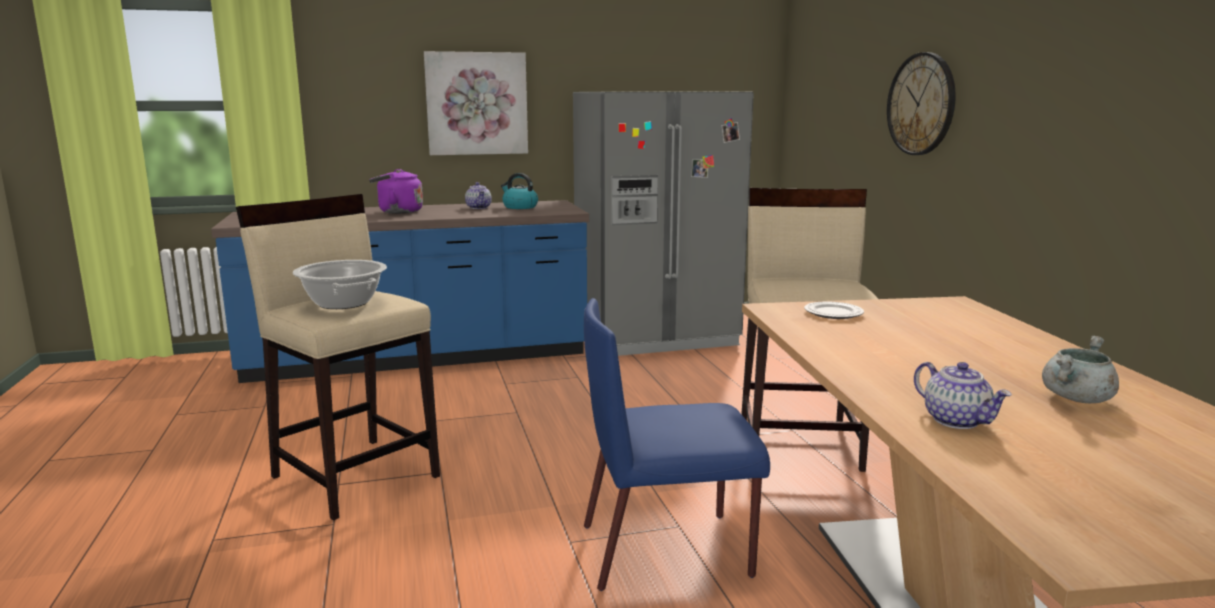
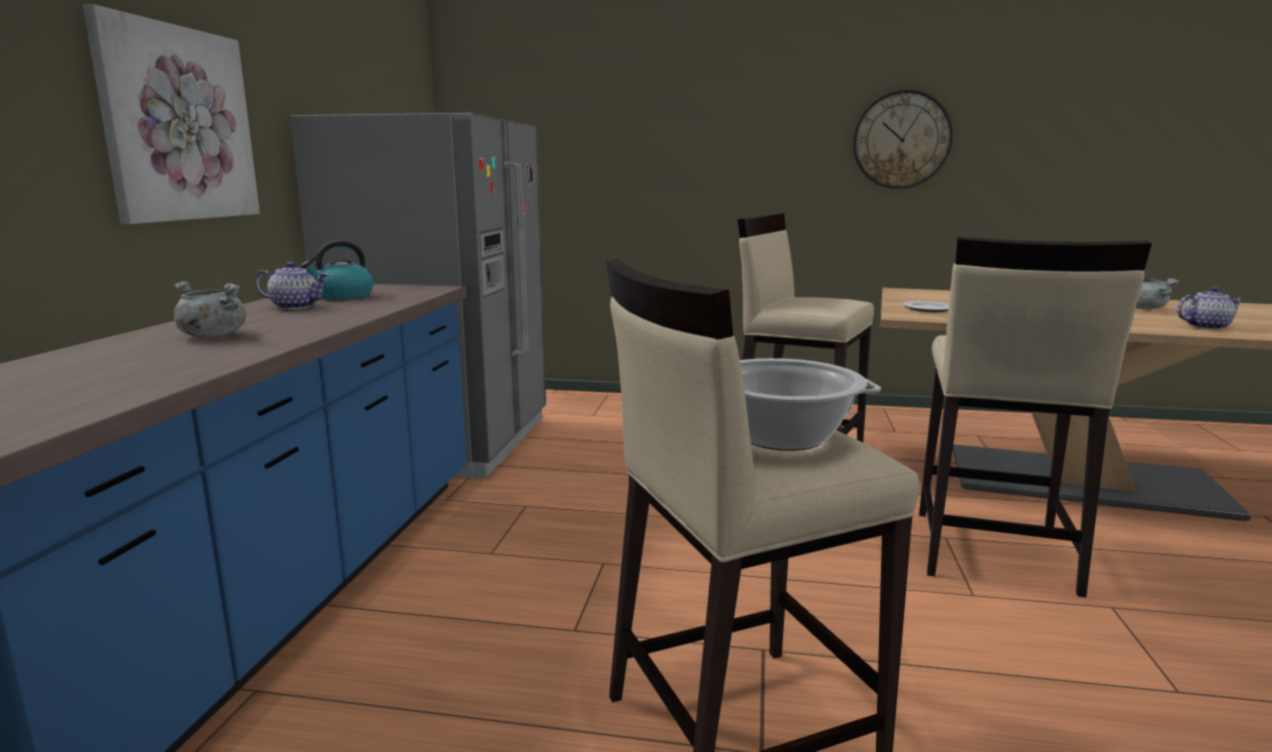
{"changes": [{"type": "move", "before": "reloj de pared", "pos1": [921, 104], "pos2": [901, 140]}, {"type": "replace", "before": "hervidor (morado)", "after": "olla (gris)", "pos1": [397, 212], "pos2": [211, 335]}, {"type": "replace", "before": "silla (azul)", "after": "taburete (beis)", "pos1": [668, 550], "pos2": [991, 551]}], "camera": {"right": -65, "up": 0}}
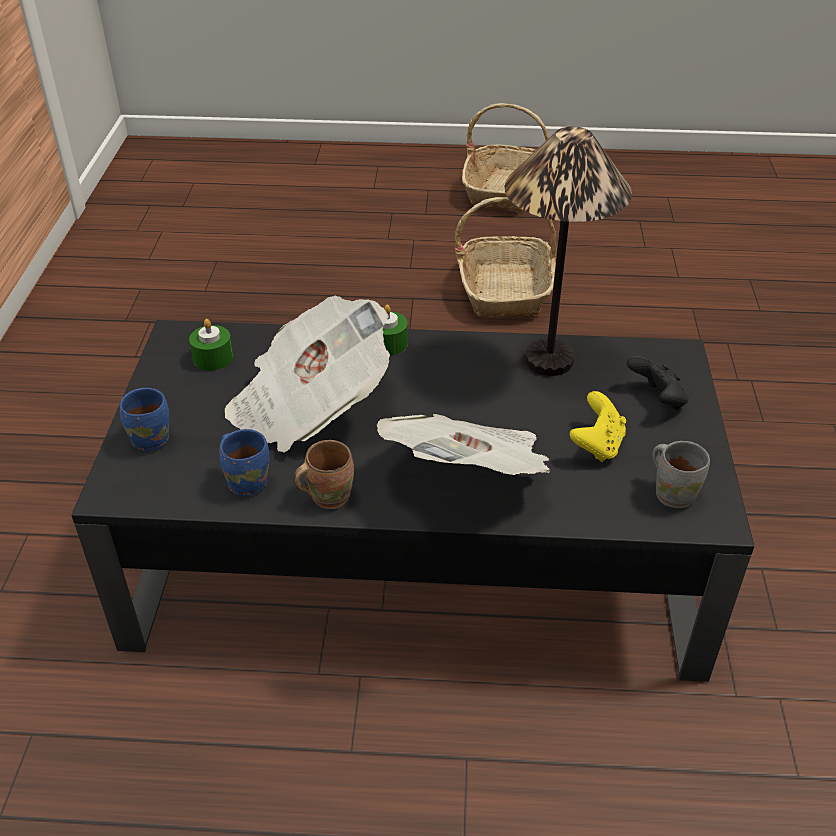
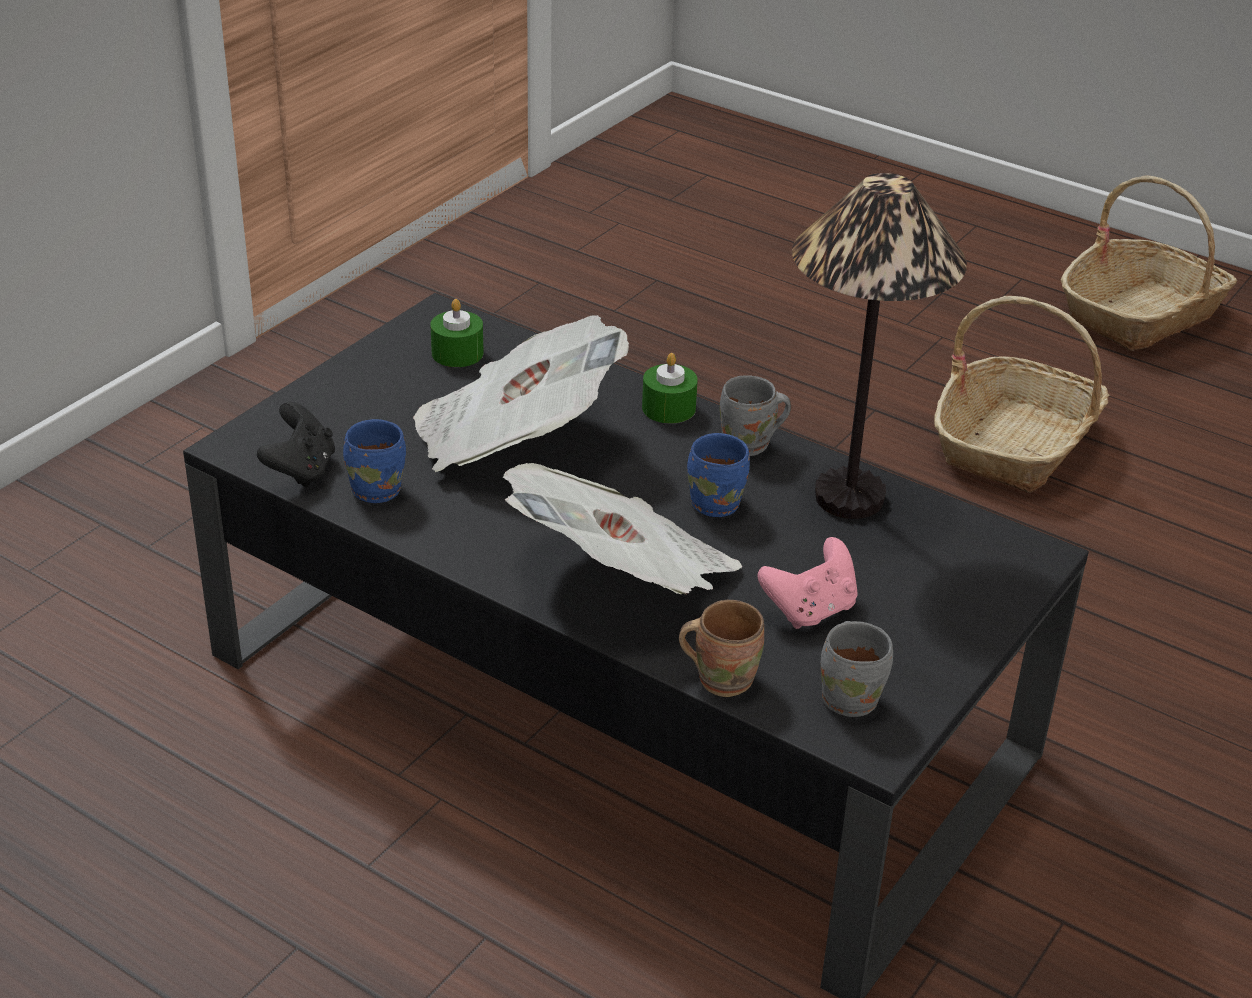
{"changes": [{"type": "insert", "after": "taza grande (gris)", "pos2": [749, 446]}, {"type": "move", "before": "taza grande (azul)", "pos1": [152, 438], "pos2": [718, 503]}, {"type": "move", "before": "taza grande (marrón)", "pos1": [327, 495], "pos2": [722, 677]}, {"type": "move", "before": "mando de consola (negro)", "pos1": [657, 400], "pos2": [301, 470]}, {"type": "recolor", "before": "mando de consola (amarillo)", "after": "mando de consola (rosa)", "pos1": [597, 445], "pos2": [810, 610]}], "camera": {"right": 30, "up": -5}}
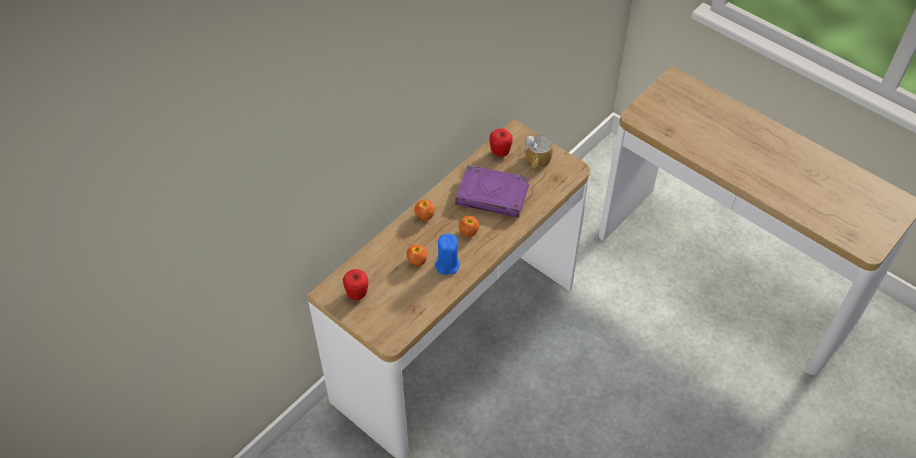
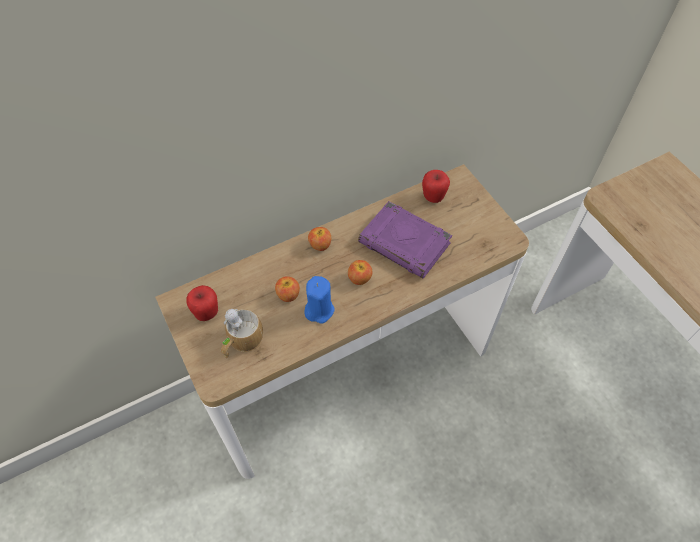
{"changes": [{"type": "move", "before": "taza grande", "pos1": [536, 162], "pos2": [241, 341]}], "camera": {"right": 20, "up": 5}}
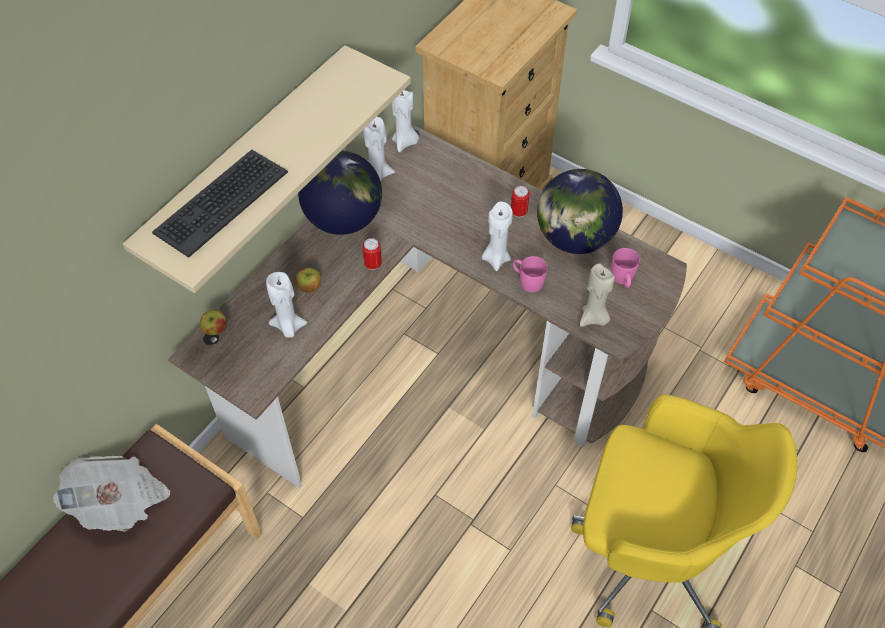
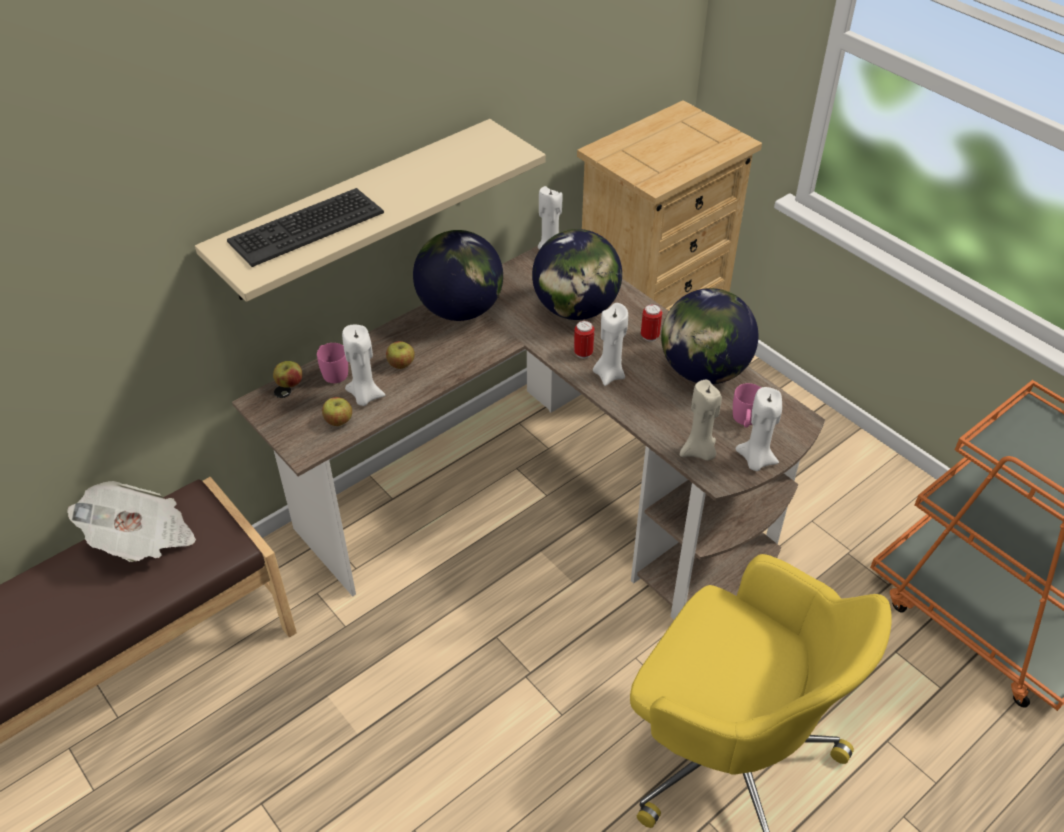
{"changes": [{"type": "insert", "after": "manzana", "pos2": [338, 421]}, {"type": "insert", "after": "globo terráqueo", "pos2": [575, 309]}, {"type": "move", "before": "lata", "pos1": [373, 264], "pos2": [583, 353]}, {"type": "move", "before": "vela (blanco)", "pos1": [377, 173], "pos2": [755, 460]}, {"type": "move", "before": "taza grande (rosa)", "pos1": [527, 281], "pos2": [332, 372]}], "camera": {"right": 15, "up": -10}}
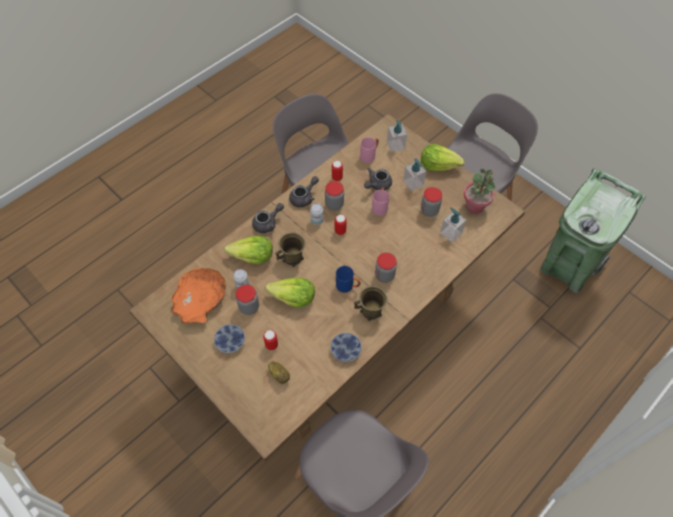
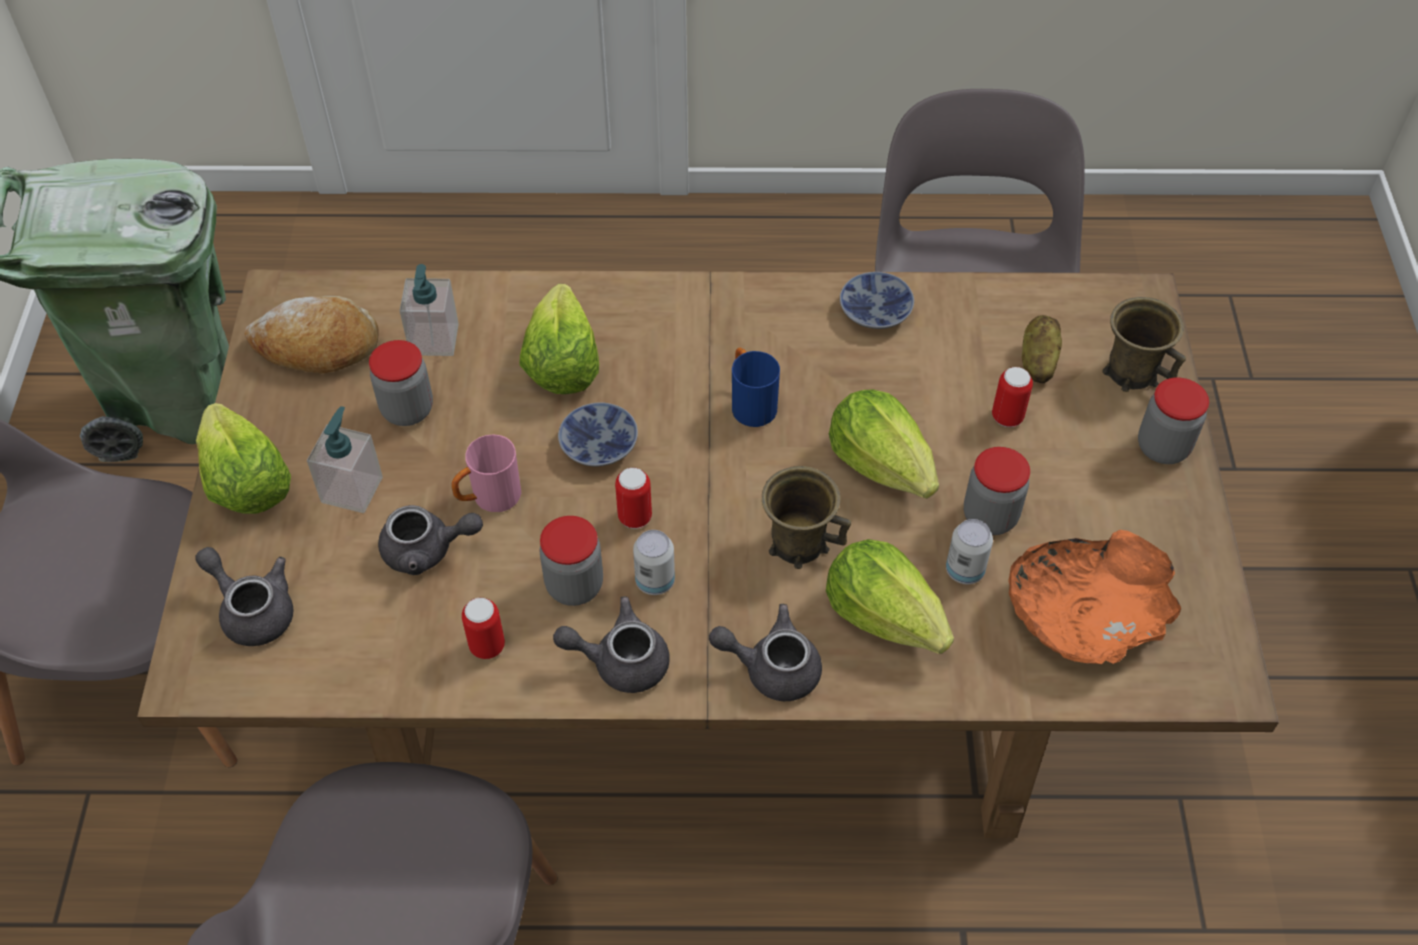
{"changes": [{"type": "delete", "before": "taza grande (rosa)", "pos1": [369, 155]}, {"type": "insert", "after": "lechuga", "pos2": [561, 363]}, {"type": "move", "before": "cuenco", "pos1": [230, 342], "pos2": [601, 443]}, {"type": "move", "before": "taza grande (marrón)", "pos1": [371, 311], "pos2": [1132, 371]}, {"type": "move", "before": "tarro", "pos1": [384, 275], "pos2": [1162, 447]}, {"type": "replace", "before": "dispensador de jabón", "after": "tetera (gris)", "pos1": [395, 145], "pos2": [252, 609]}, {"type": "replace", "before": "planta en maceta", "after": "pan", "pos1": [475, 206], "pos2": [317, 346]}], "camera": {"right": -135, "up": -5}}
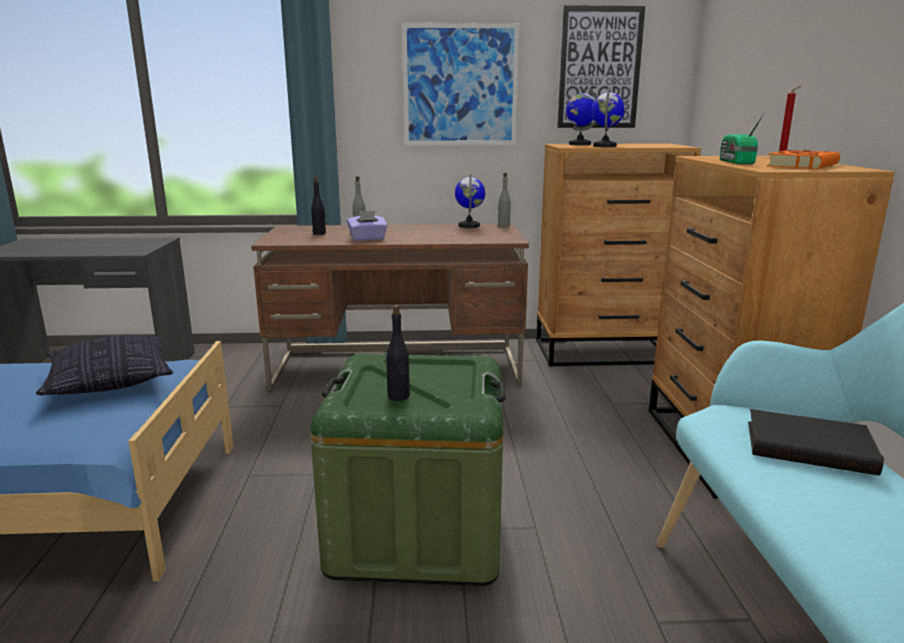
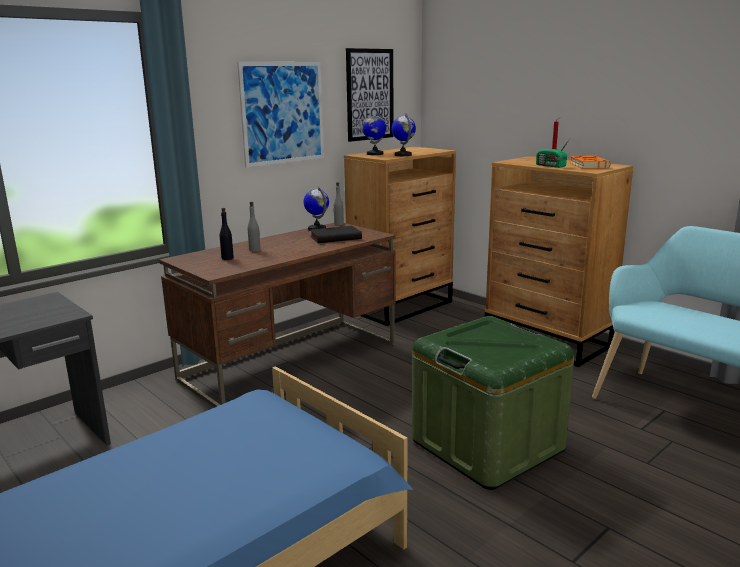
{"changes": [{"type": "delete", "before": "cojín", "pos1": [111, 382]}, {"type": "delete", "before": "caja de pañuelos (morado)", "pos1": [368, 239]}, {"type": "delete", "before": "botella (negro)", "pos1": [398, 396]}, {"type": "move", "before": "libro (negro)", "pos1": [809, 446], "pos2": [335, 237]}], "camera": {"right": -40, "up": 0}}
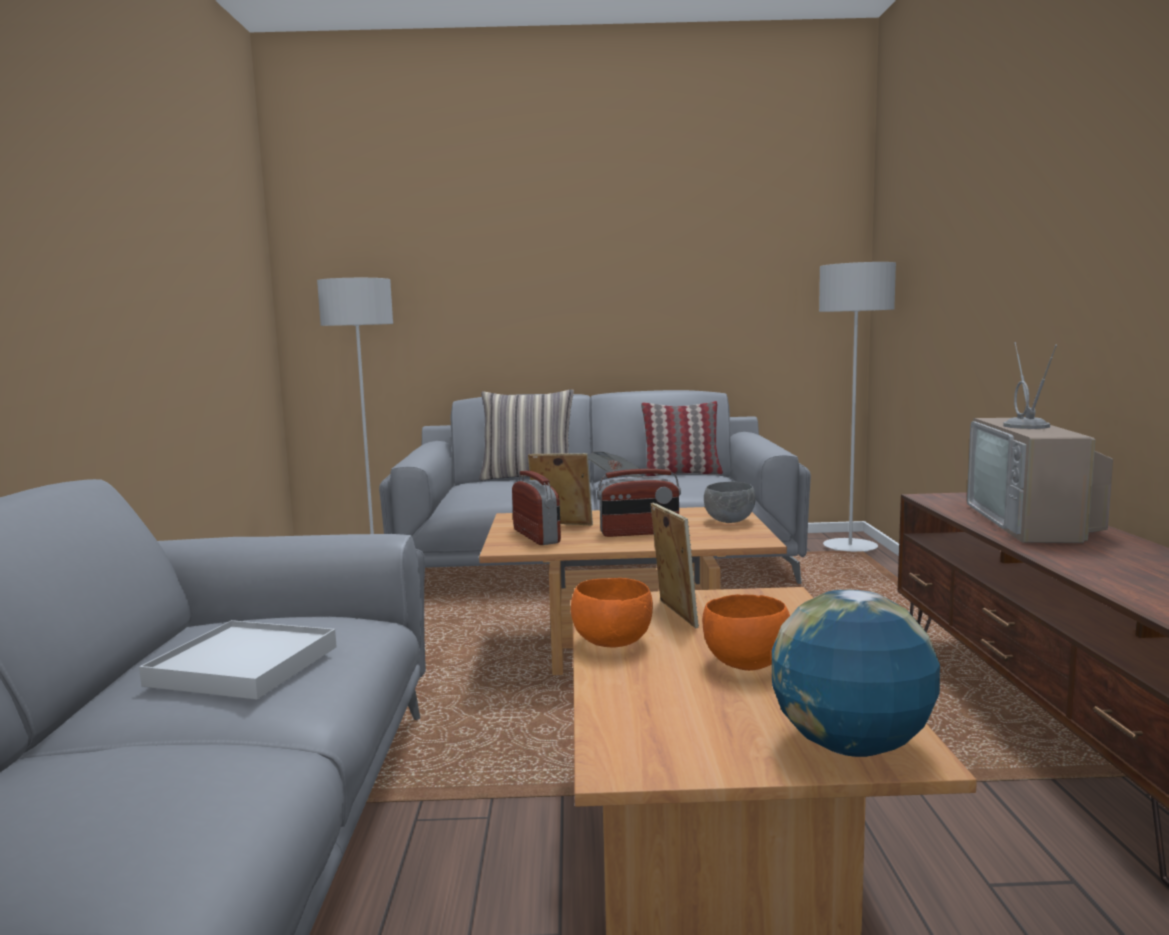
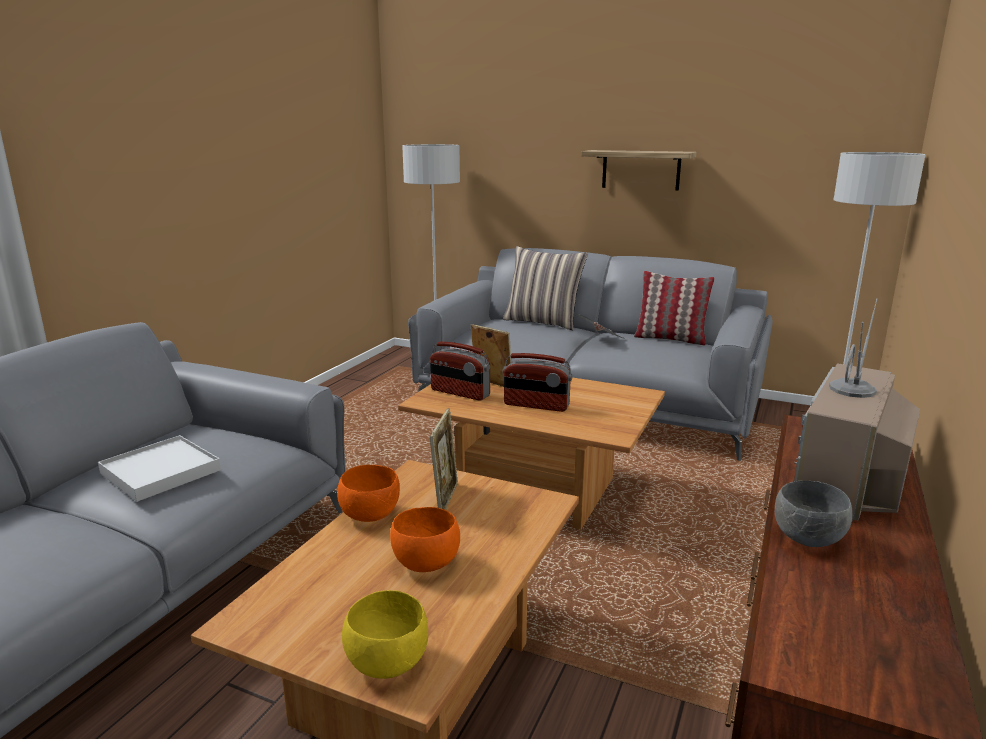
{"changes": [{"type": "insert", "after": "estante", "pos2": [641, 170]}, {"type": "move", "before": "cuenco (gris)", "pos1": [730, 521], "pos2": [809, 540]}, {"type": "replace", "before": "globo terráqueo", "after": "cuenco (amarillo)", "pos1": [850, 746], "pos2": [387, 662]}, {"type": "rotate", "before": "radio", "pos1": [537, 536], "pos2": [459, 393], "turn": 120}], "camera": {"right": 25, "up": 10}}
